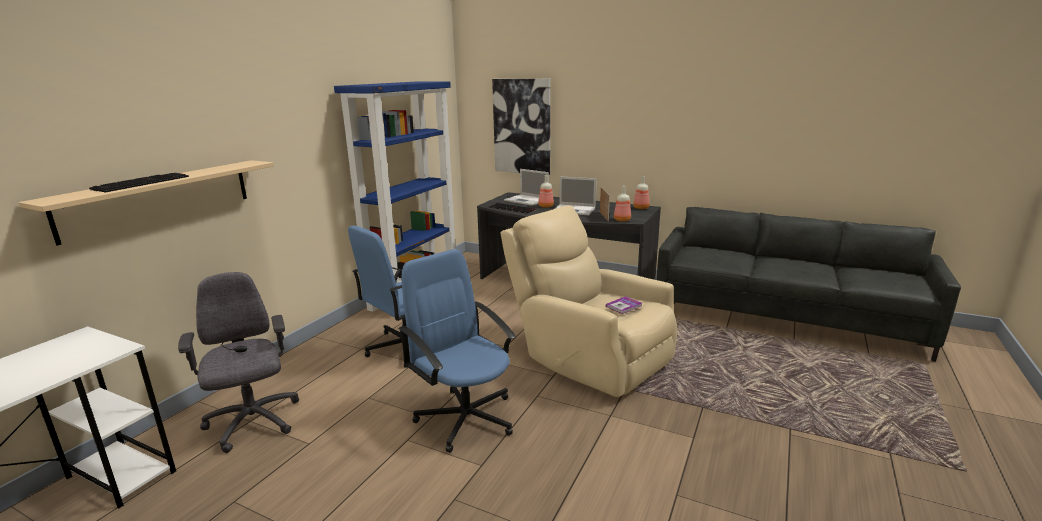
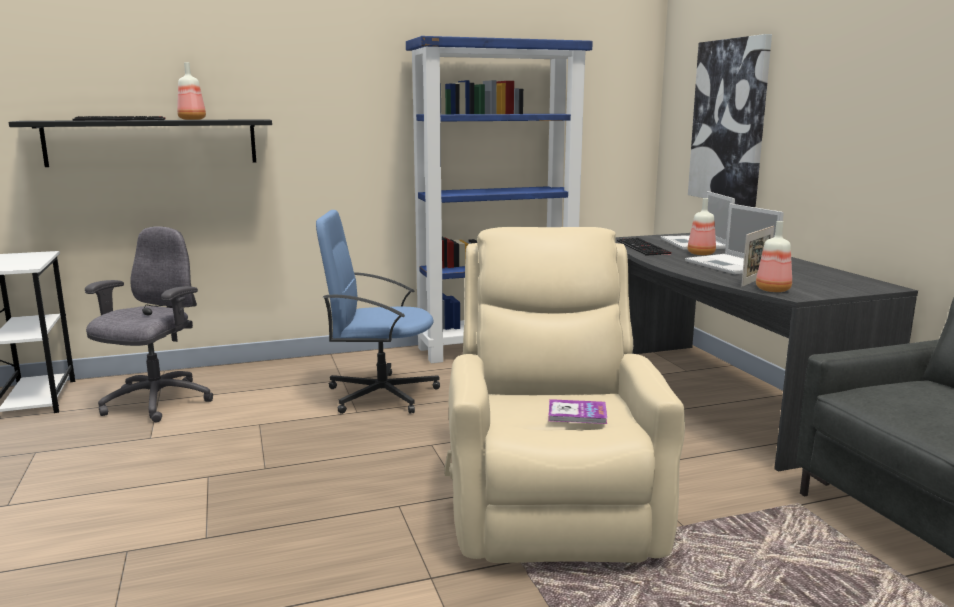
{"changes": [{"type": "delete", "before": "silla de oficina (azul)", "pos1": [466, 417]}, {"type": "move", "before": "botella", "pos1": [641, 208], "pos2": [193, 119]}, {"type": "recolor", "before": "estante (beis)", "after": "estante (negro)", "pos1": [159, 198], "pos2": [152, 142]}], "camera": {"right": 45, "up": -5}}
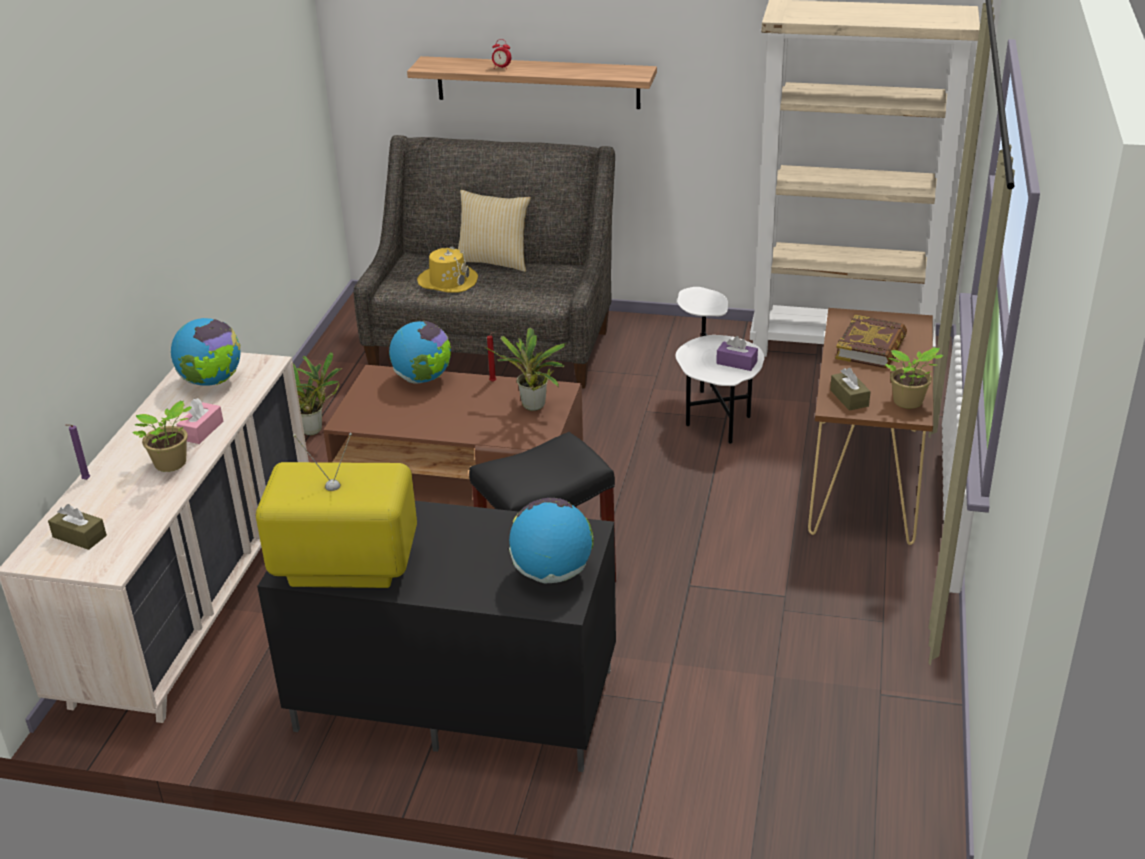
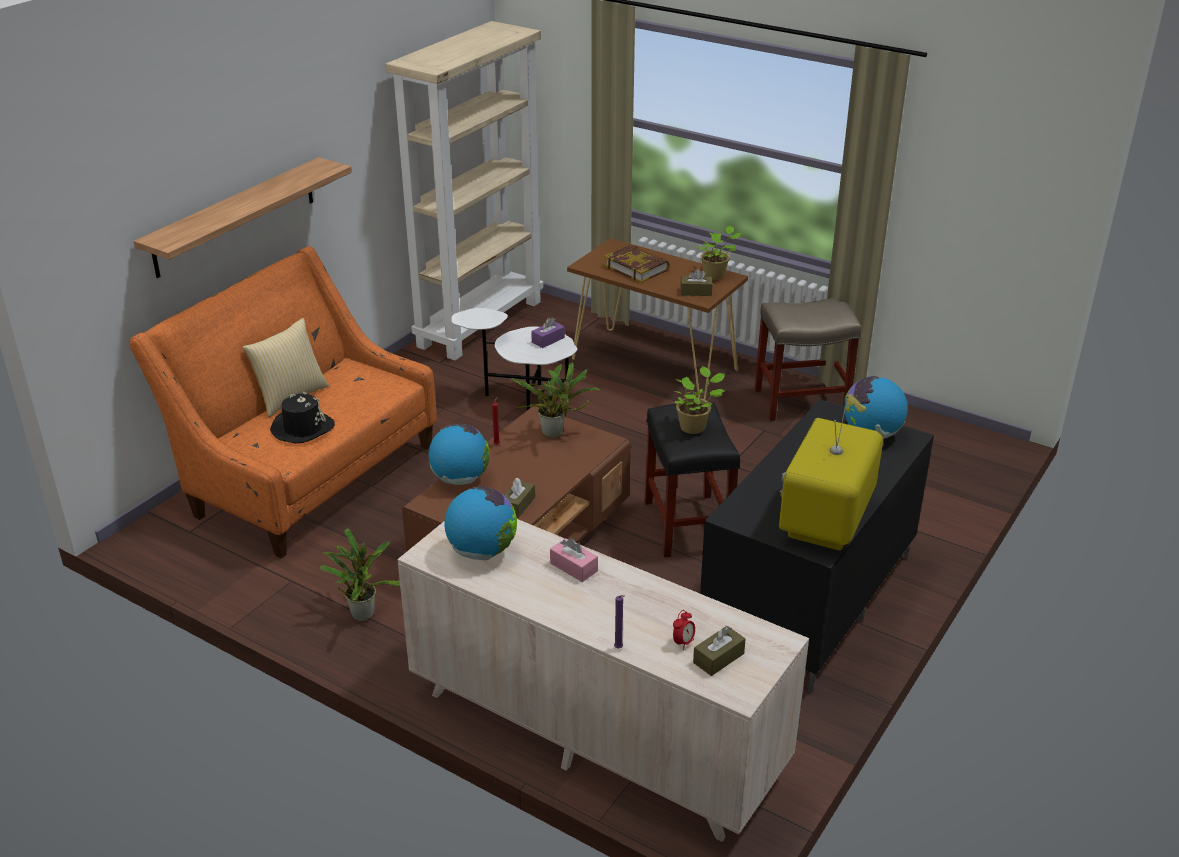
{"changes": [{"type": "insert", "after": "caja de pañuelos (marrón)", "pos2": [518, 505]}, {"type": "insert", "after": "taburete (beis)", "pos2": [802, 401]}, {"type": "move", "before": "planta en maceta", "pos1": [171, 464], "pos2": [694, 427]}, {"type": "move", "before": "despertador", "pos1": [501, 68], "pos2": [683, 643]}, {"type": "recolor", "before": "sofá (gris)", "after": "sofá (naranja)", "pos1": [493, 343], "pos2": [307, 476]}, {"type": "recolor", "before": "sombrero (amarillo)", "after": "sombrero (negro)", "pos1": [447, 281], "pos2": [302, 428]}], "camera": {"right": -70, "up": 0}}
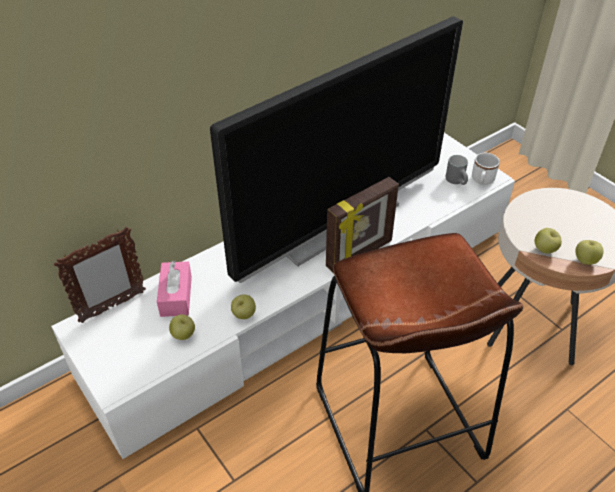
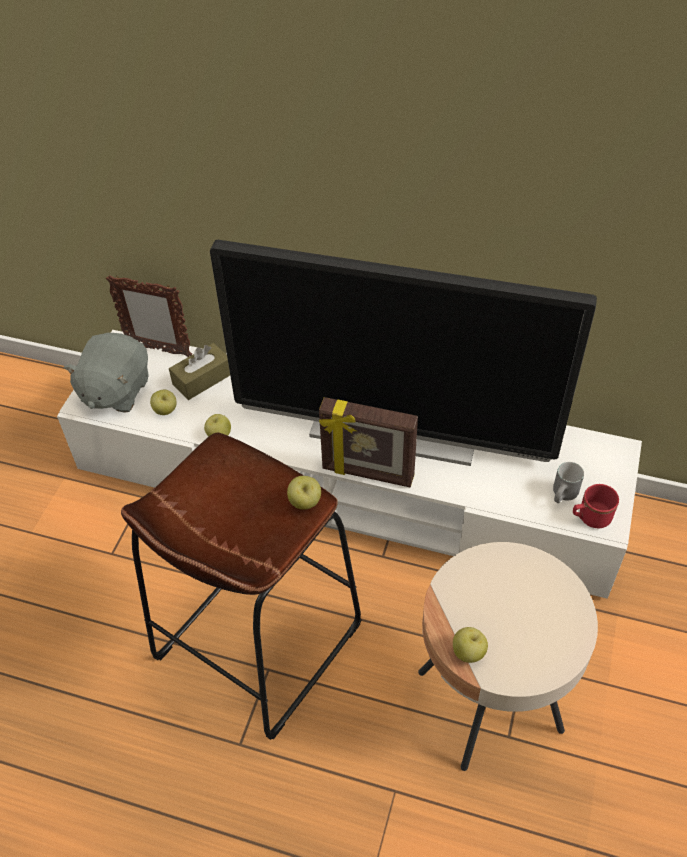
{"changes": [{"type": "insert", "after": "peluche (gris)", "pos2": [115, 391]}, {"type": "move", "before": "manzana", "pos1": [544, 249], "pos2": [305, 502]}, {"type": "recolor", "before": "caja de pañuelos (rosa)", "after": "caja de pañuelos (marrón)", "pos1": [176, 296], "pos2": [202, 379]}, {"type": "recolor", "before": "taza grande (blanco)", "after": "taza grande (rojo)", "pos1": [482, 181], "pos2": [590, 518]}], "camera": {"right": 55, "up": 5}}
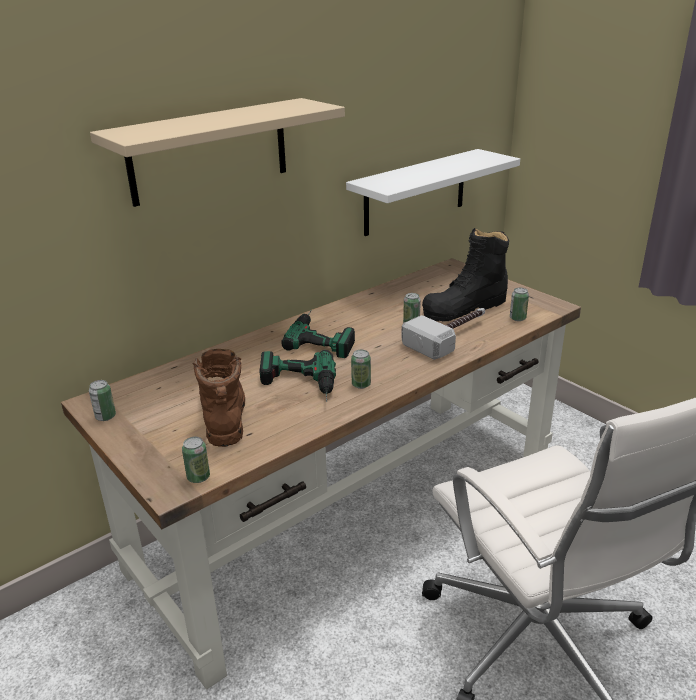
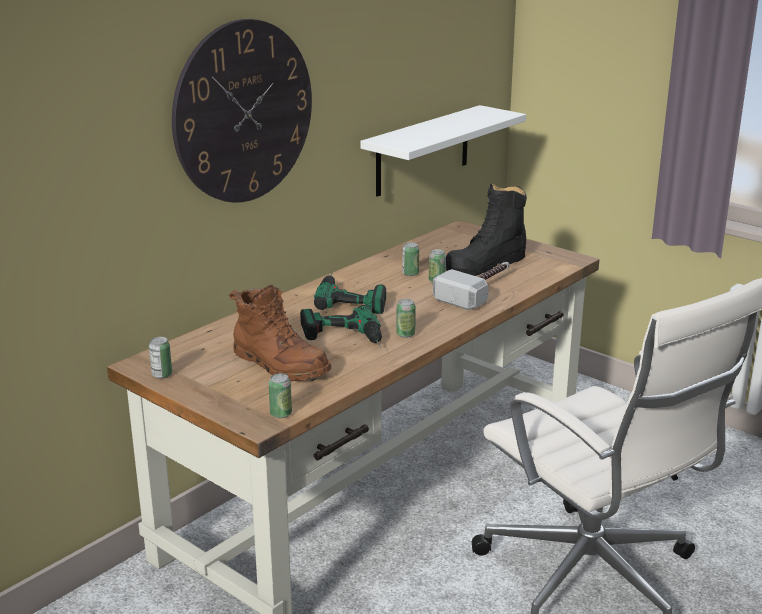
{"changes": [{"type": "move", "before": "lata", "pos1": [517, 318], "pos2": [410, 273]}, {"type": "replace", "before": "estante (beis)", "after": "reloj de pared", "pos1": [209, 151], "pos2": [243, 112]}, {"type": "rotate", "before": "bota (marrón)", "pos1": [223, 413], "pos2": [280, 364], "turn": 150}], "camera": {"right": -10, "up": -5}}
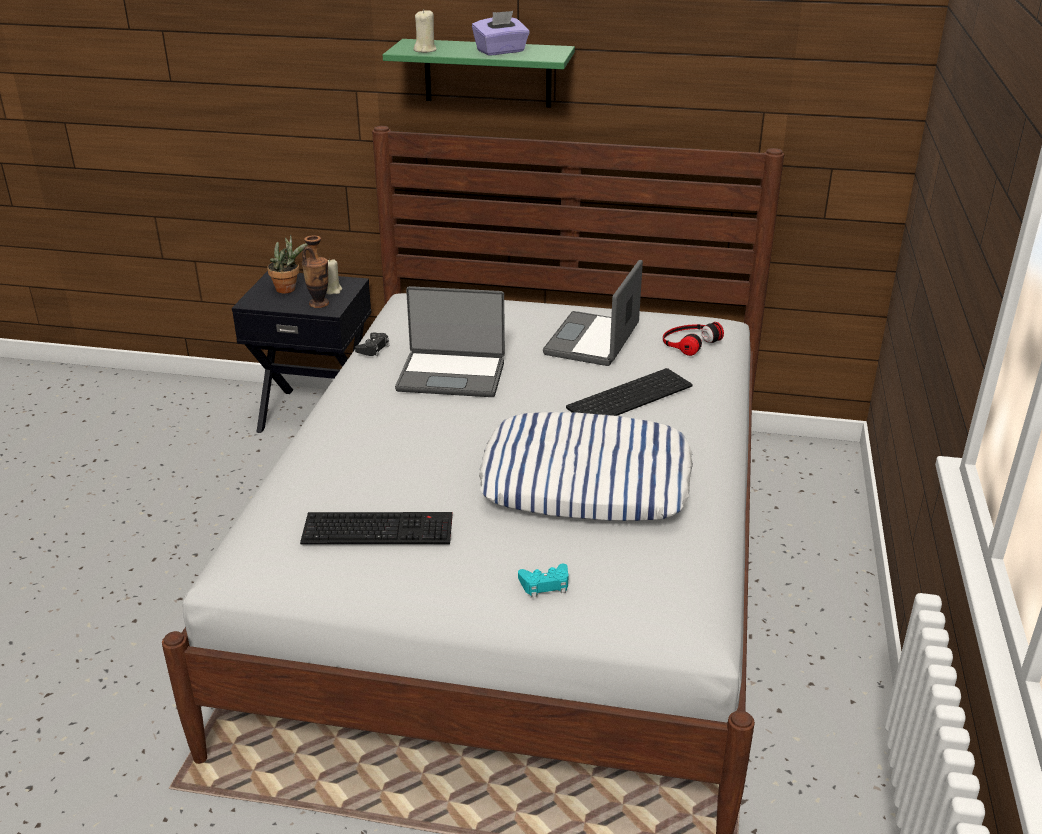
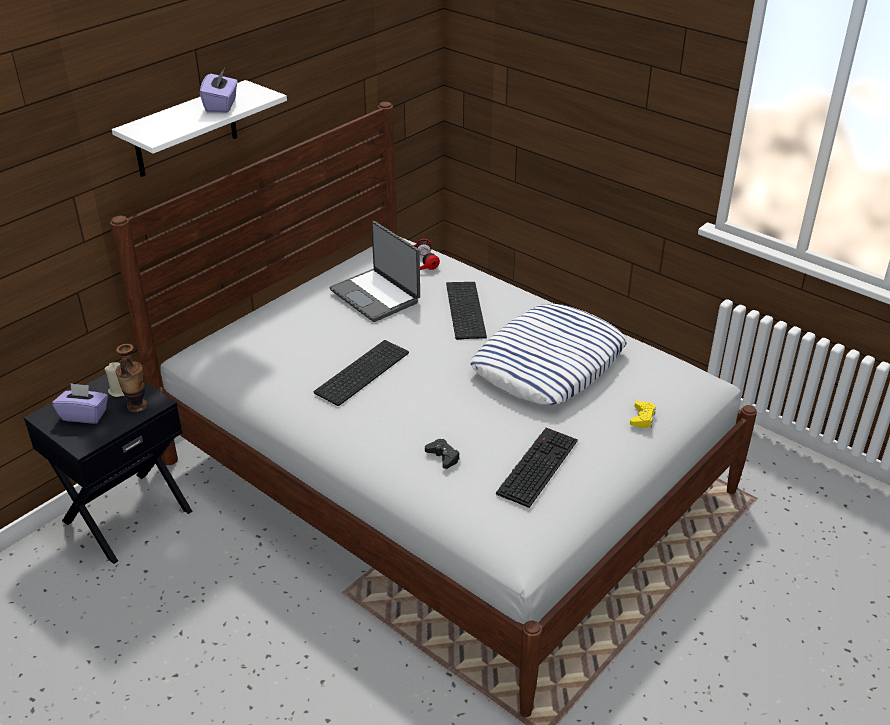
{"changes": [{"type": "delete", "before": "vela (beis)", "pos1": [425, 50]}, {"type": "move", "before": "mando de consola (negro)", "pos1": [373, 348], "pos2": [443, 457]}, {"type": "replace", "before": "planta en maceta", "after": "caja de pañuelos (morado)", "pos1": [289, 289], "pos2": [84, 415]}, {"type": "replace", "before": "portátil", "after": "teclado", "pos1": [452, 375], "pos2": [361, 371]}, {"type": "recolor", "before": "estante (verde)", "after": "estante (blanco)", "pos1": [487, 73], "pos2": [185, 130]}, {"type": "recolor", "before": "mando de consola (turquesa)", "after": "mando de consola (amarillo)", "pos1": [545, 584], "pos2": [642, 418]}], "camera": {"right": -60, "up": 5}}
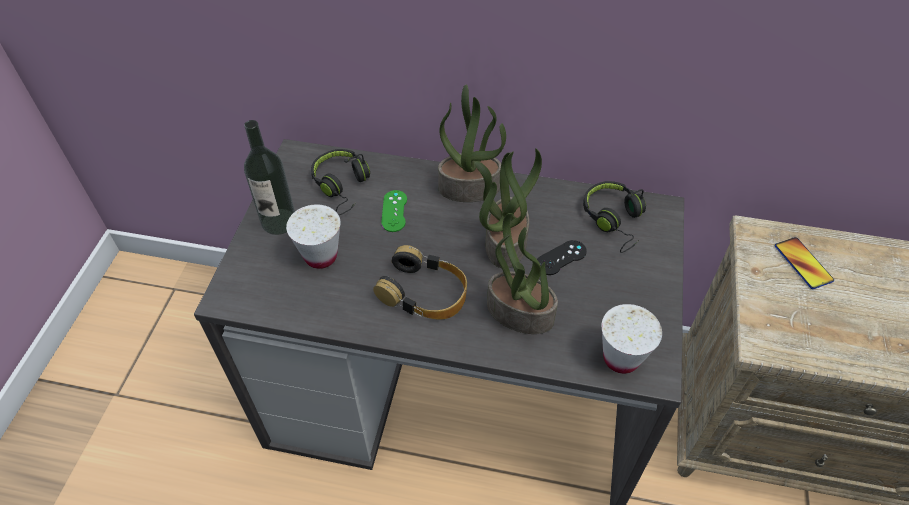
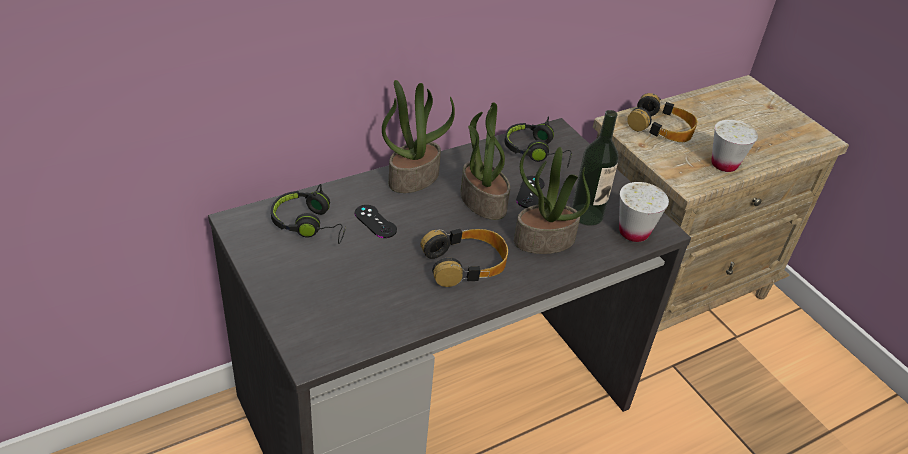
{"changes": [{"type": "move", "before": "botella", "pos1": [279, 221], "pos2": [587, 214]}, {"type": "move", "before": "taza (blanco)", "pos1": [320, 256], "pos2": [724, 164]}, {"type": "replace", "before": "móvil", "after": "auriculares", "pos1": [803, 263], "pos2": [661, 128]}, {"type": "recolor", "before": "mando de consola (verde)", "after": "mando de consola (negro)", "pos1": [394, 211], "pos2": [375, 221]}], "camera": {"right": -45, "up": -10}}
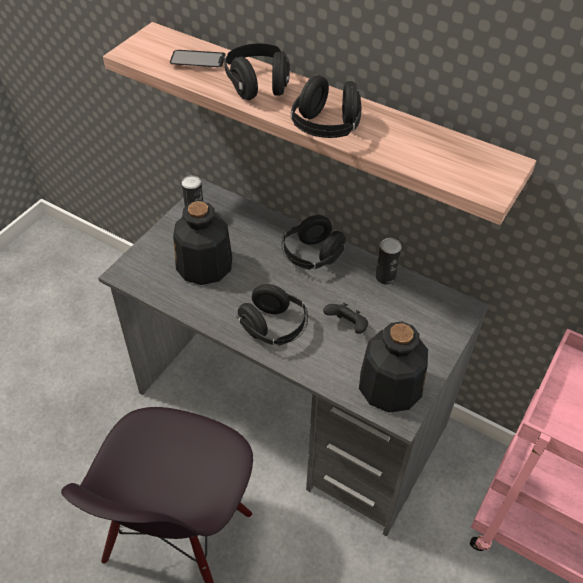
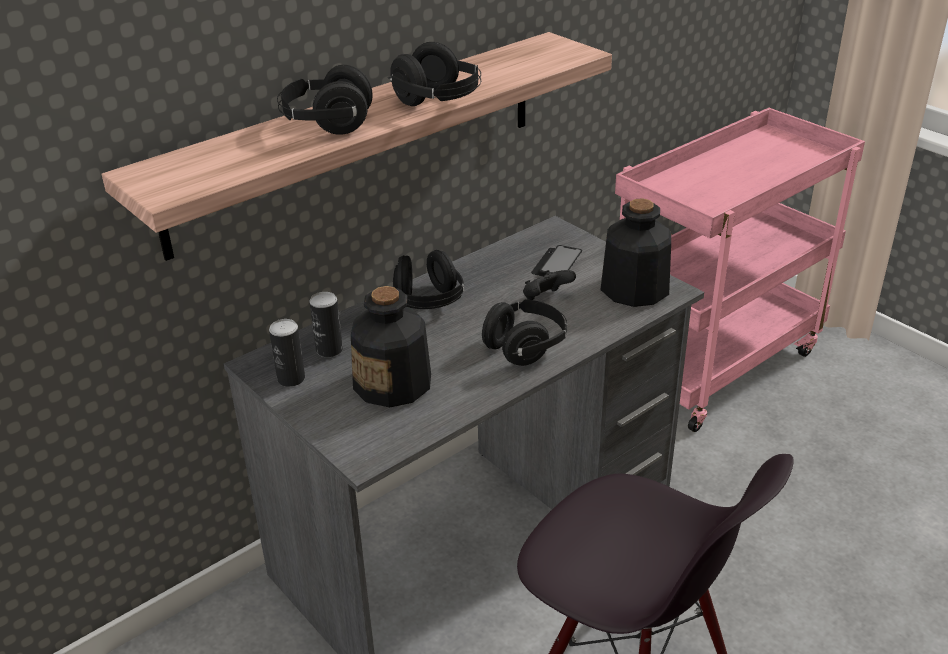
{"changes": [{"type": "move", "before": "móvil", "pos1": [198, 60], "pos2": [556, 263]}, {"type": "move", "before": "lata", "pos1": [385, 277], "pos2": [329, 350]}], "camera": {"right": -70, "up": -15}}
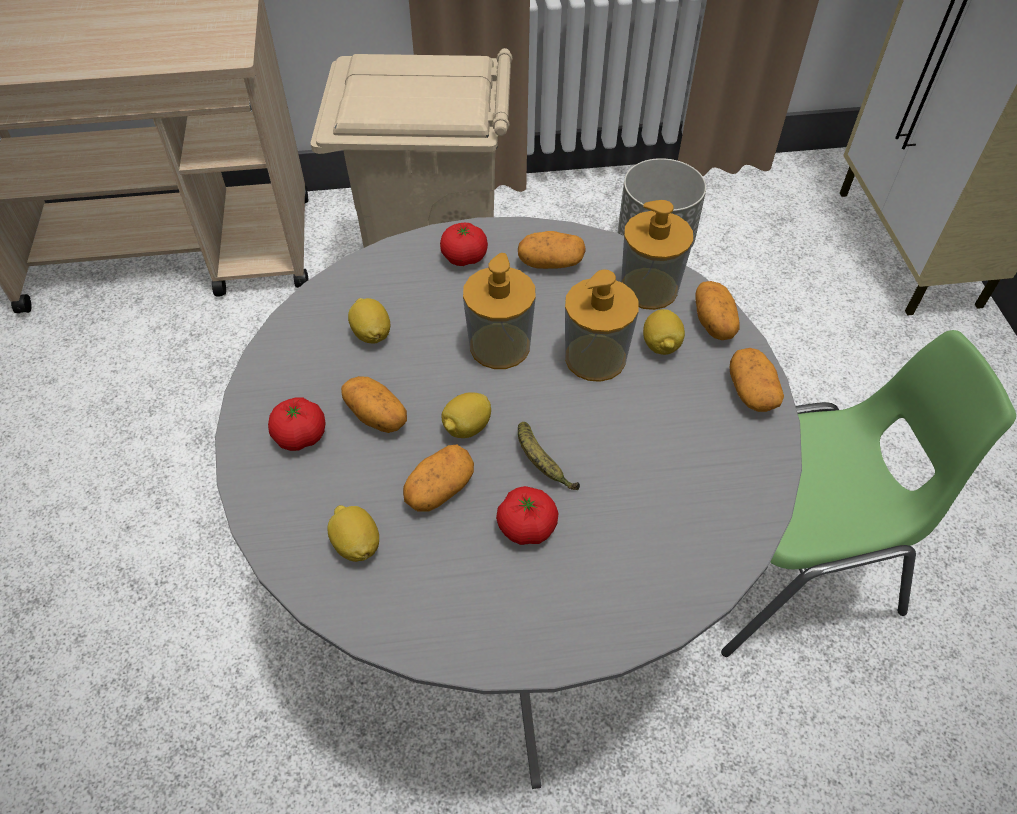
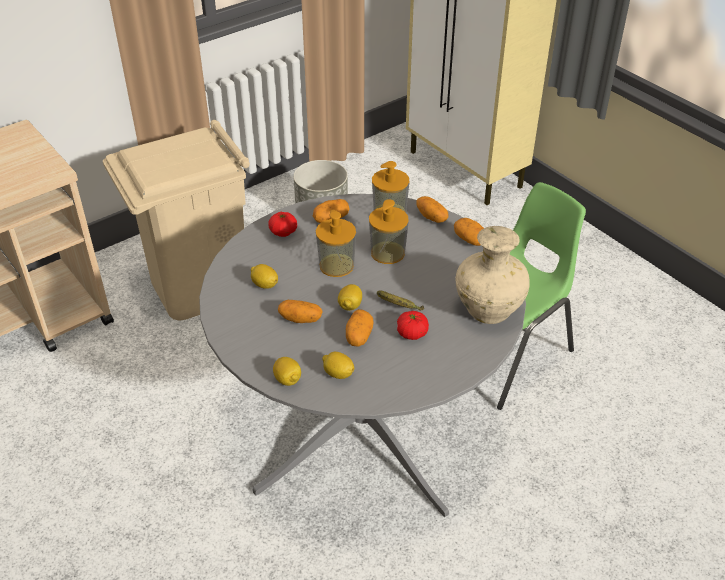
{"changes": [{"type": "delete", "before": "tomate", "pos1": [300, 436]}, {"type": "insert", "after": "florero (beis)", "pos2": [489, 310]}, {"type": "move", "before": "limón", "pos1": [660, 345], "pos2": [287, 379]}], "camera": {"right": -30, "up": -10}}
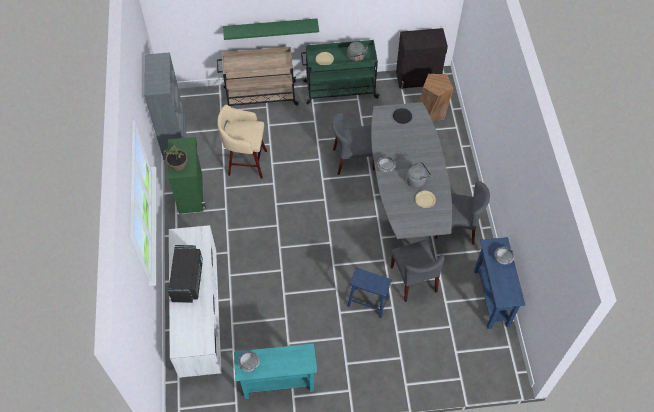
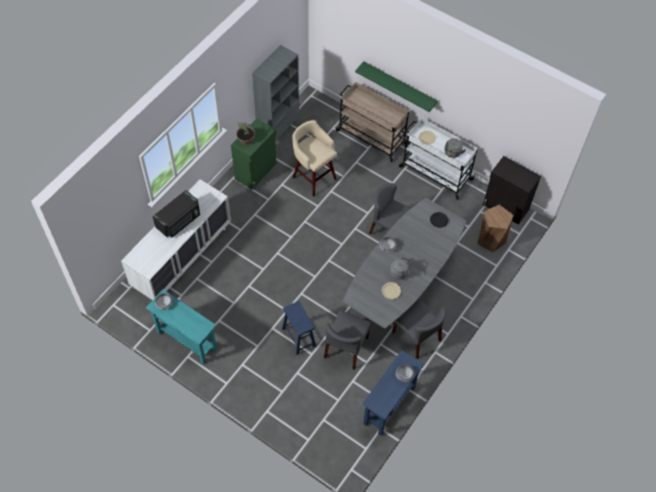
{"changes": [{"type": "recolor", "before": "carrito (verde)", "after": "carrito (blanco)", "pos1": [339, 89], "pos2": [435, 173]}], "camera": {"right": 40, "up": 0}}
